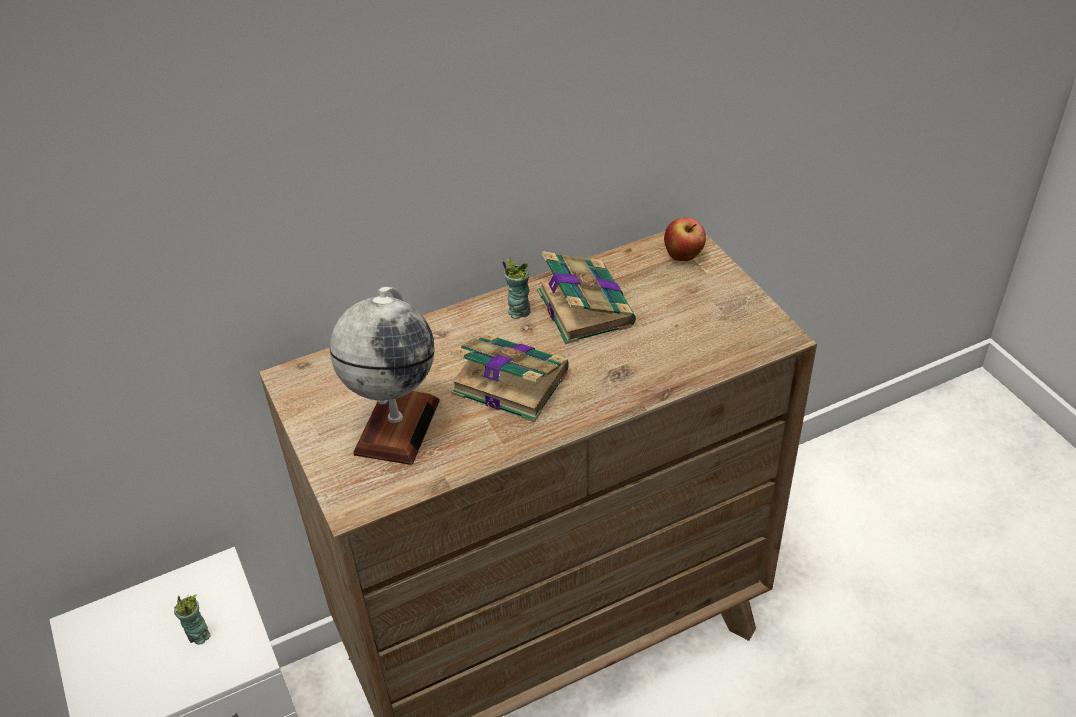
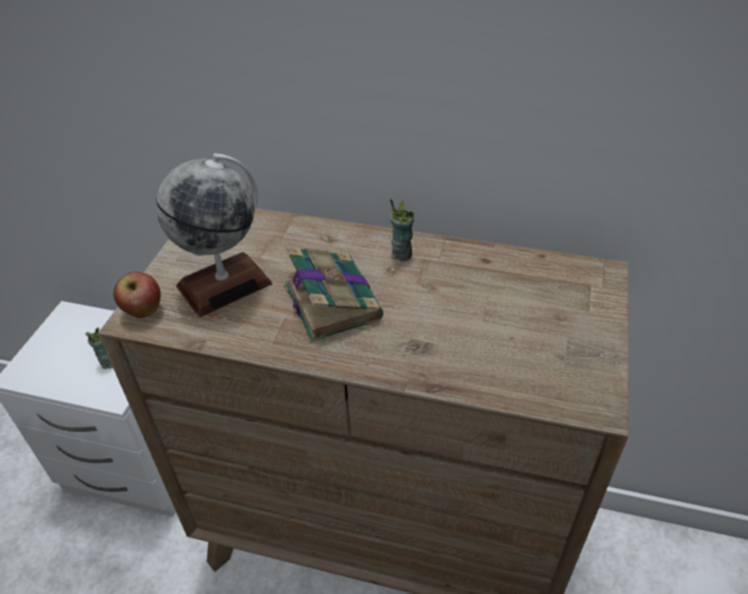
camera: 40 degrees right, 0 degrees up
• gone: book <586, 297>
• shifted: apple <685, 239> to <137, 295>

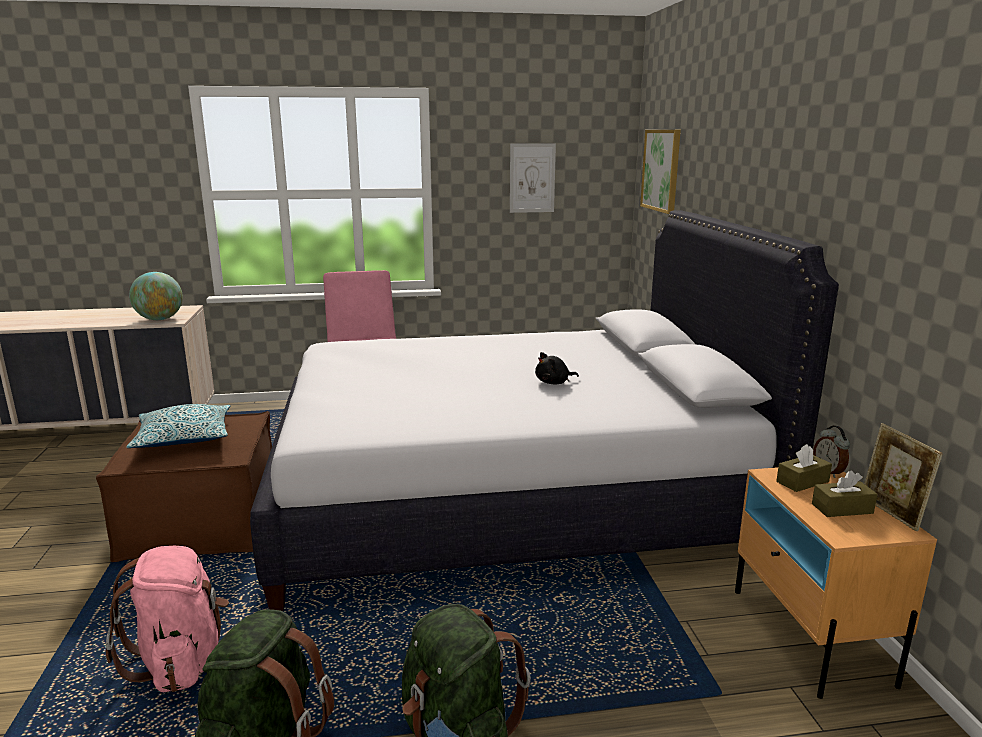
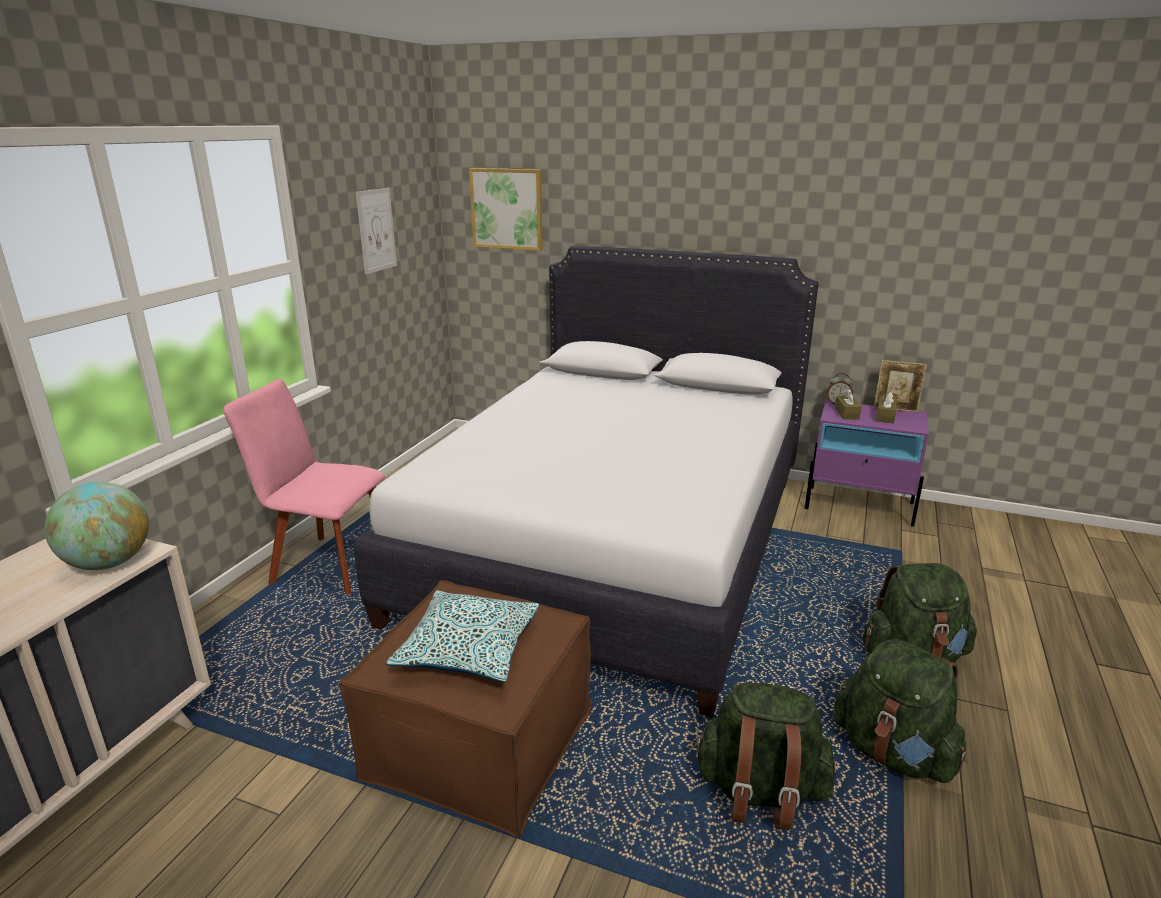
camera: 60 degrees left, 5 degrees up
• gone: black plush toy <557, 368>
• repainted: pink backpack <167, 619> to green backpack <765, 756>
• repainted: beige nightstand <836, 583> to purple nightstand <867, 463>

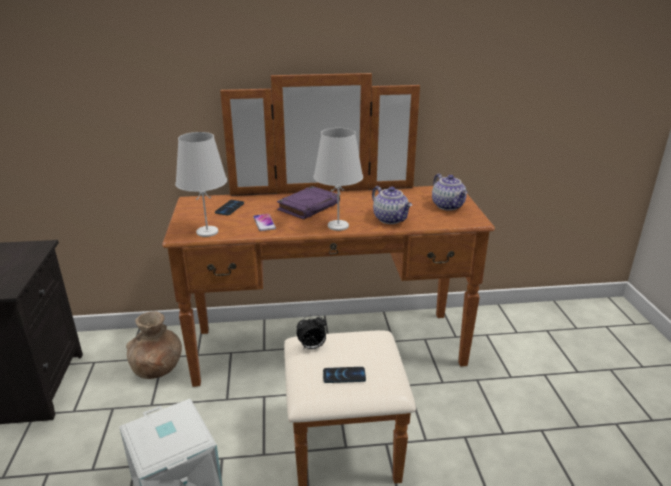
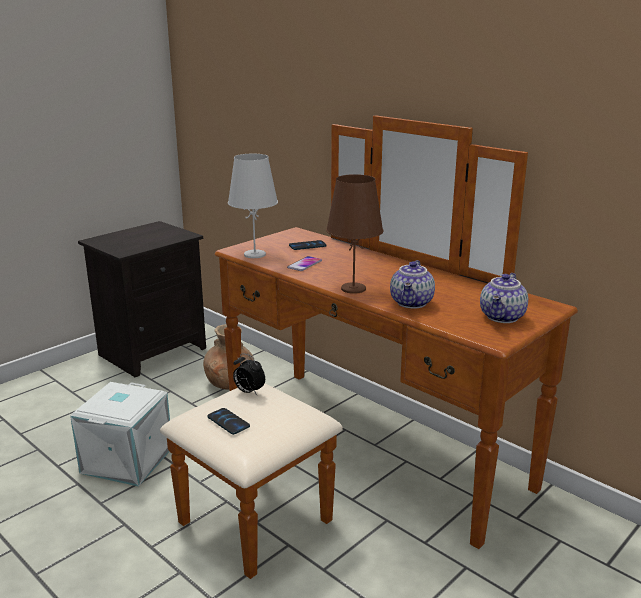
camera: 50 degrees right, 5 degrees down
• gone: purple book <308, 202>
• repainted: white table lamp <338, 179> to brown table lamp <354, 234>

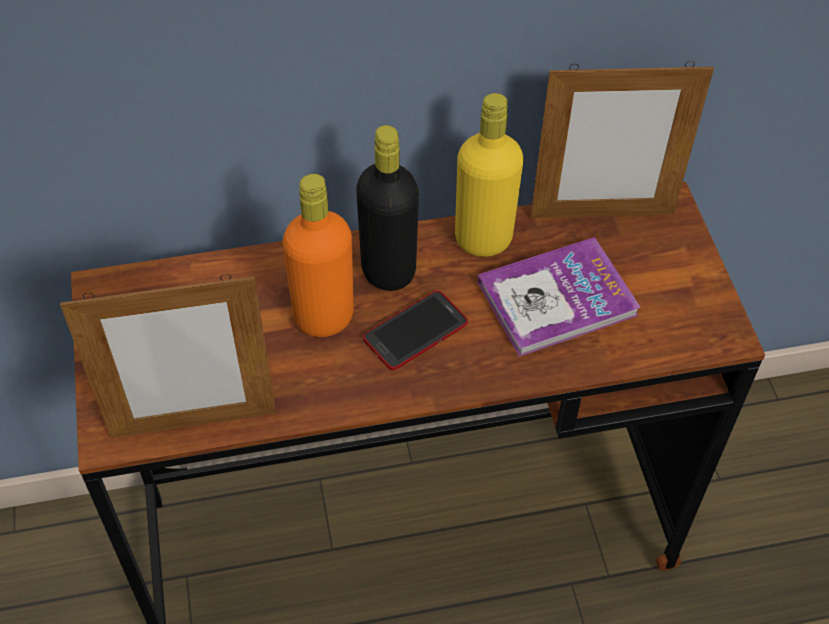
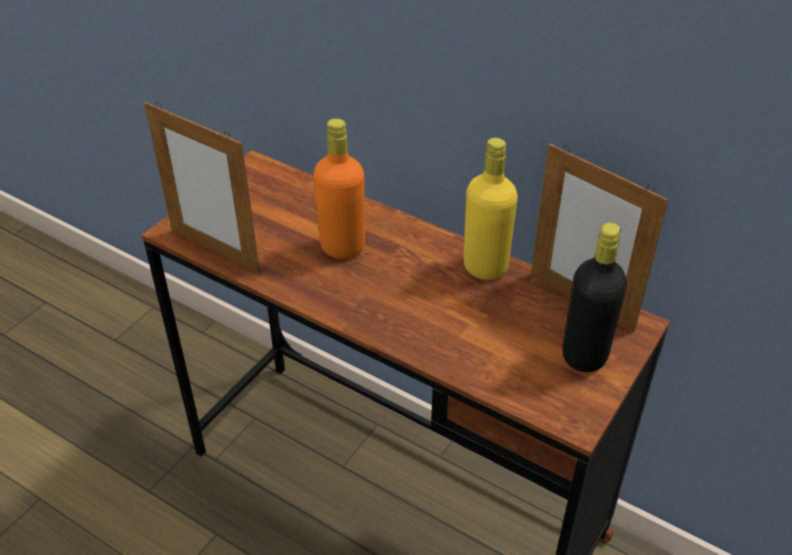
camera: 45 degrees right, 10 degrees down
• gone: phone <415, 330>
• gone: book <559, 297>
• shifted: black bottle <387, 208> to <594, 297>

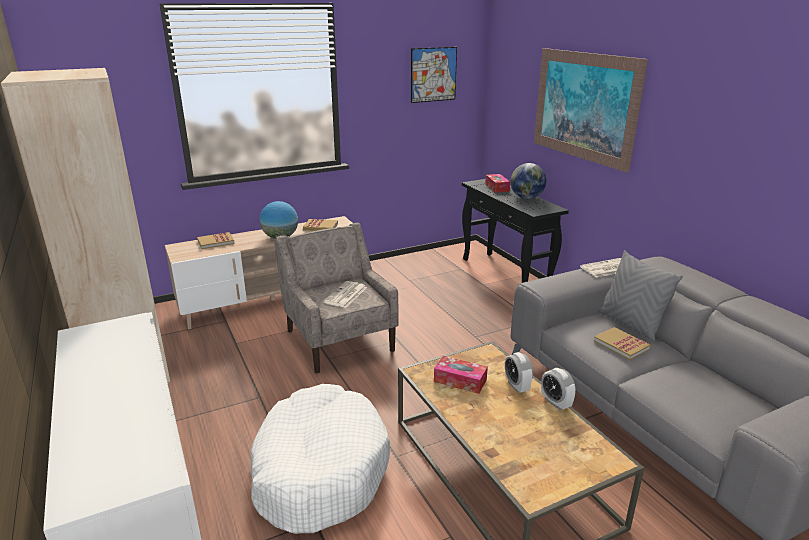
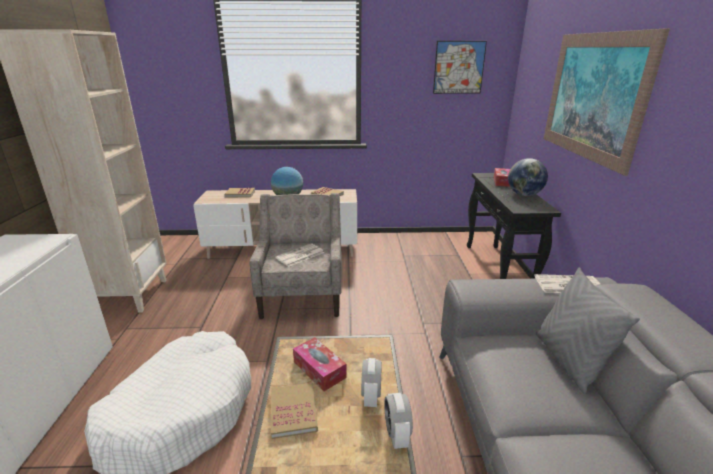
camera: 25 degrees right, 0 degrees up
• shifted: book <622, 343> to <294, 410>

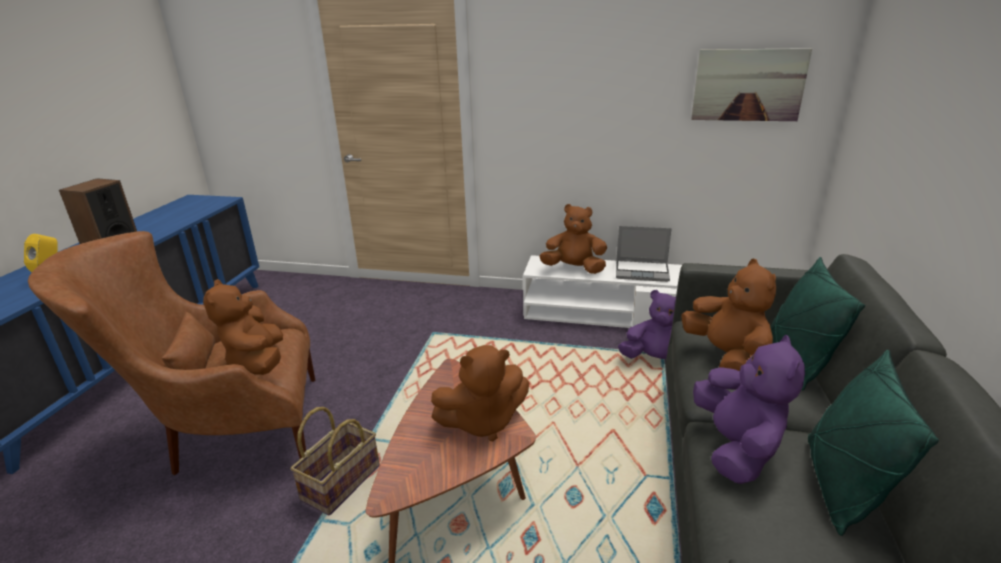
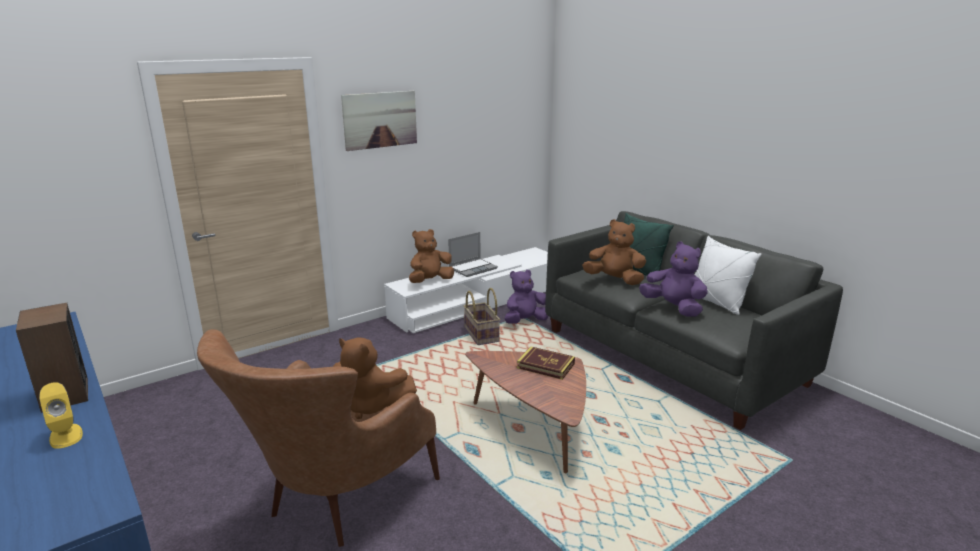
camera: 50 degrees left, 5 degrees down
• shifted: basket <335, 461> to <482, 316>
• shifted: picture <751, 84> to <379, 121>
• swapped: brown plush toy <480, 393> to book <546, 363>
• repainted: green pillow <873, 443> to white pillow <728, 275>

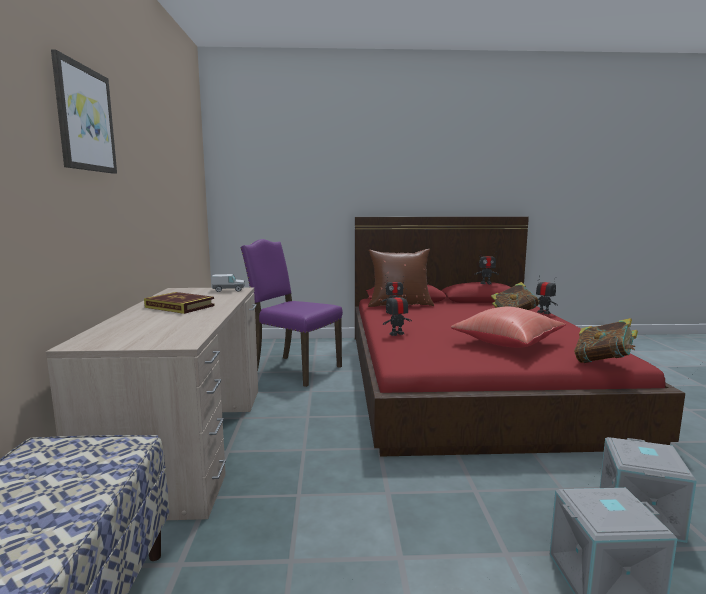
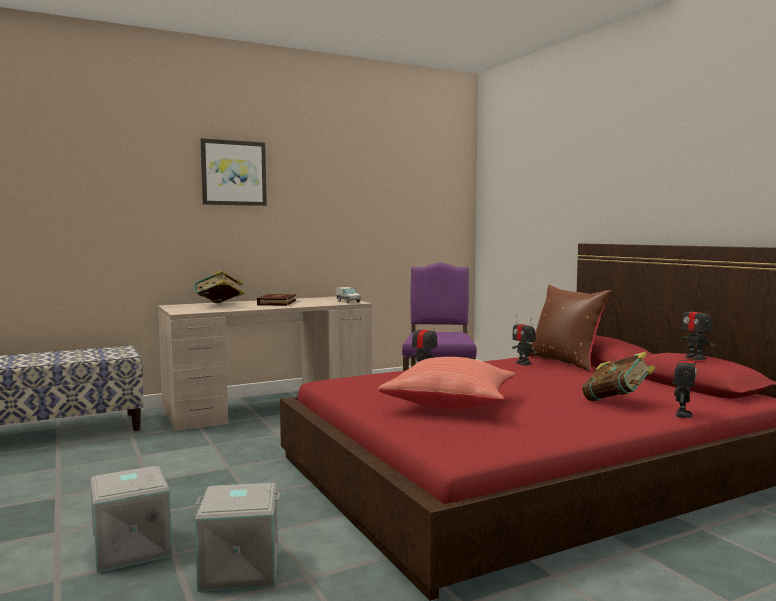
camera: 65 degrees right, 5 degrees down
• shifted: book <606, 340> to <219, 286>

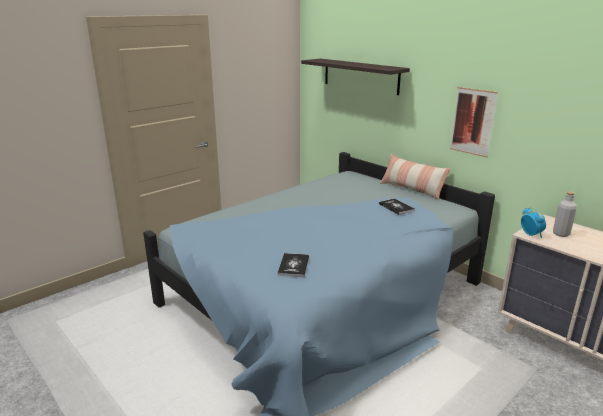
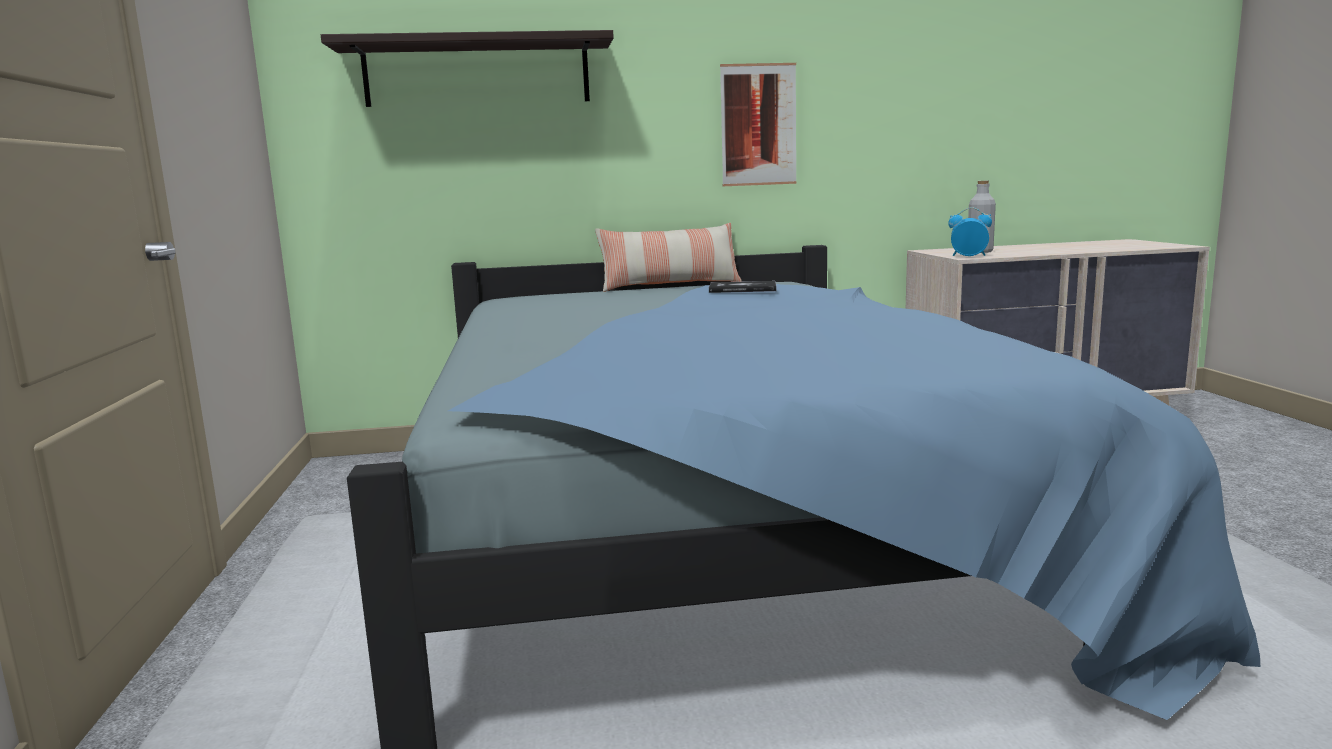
camera: 55 degrees left, 10 degrees down
• gone: book <293, 265>

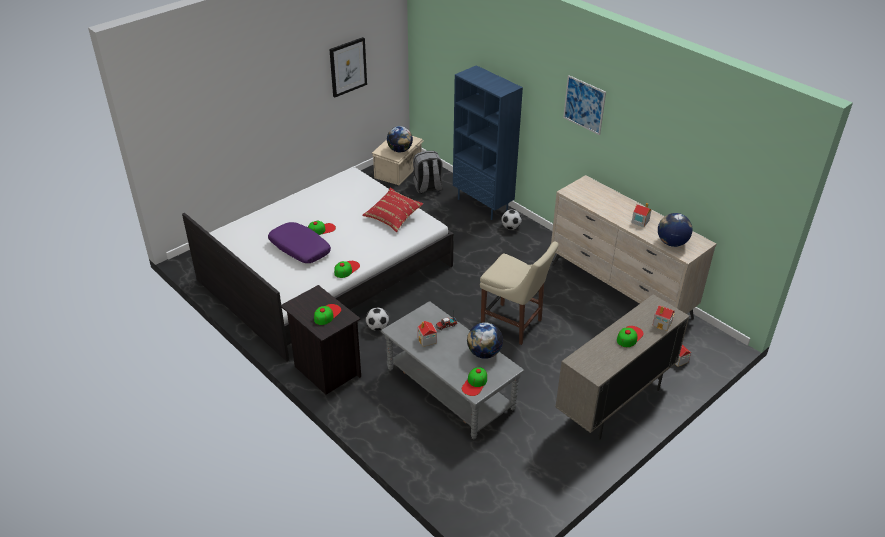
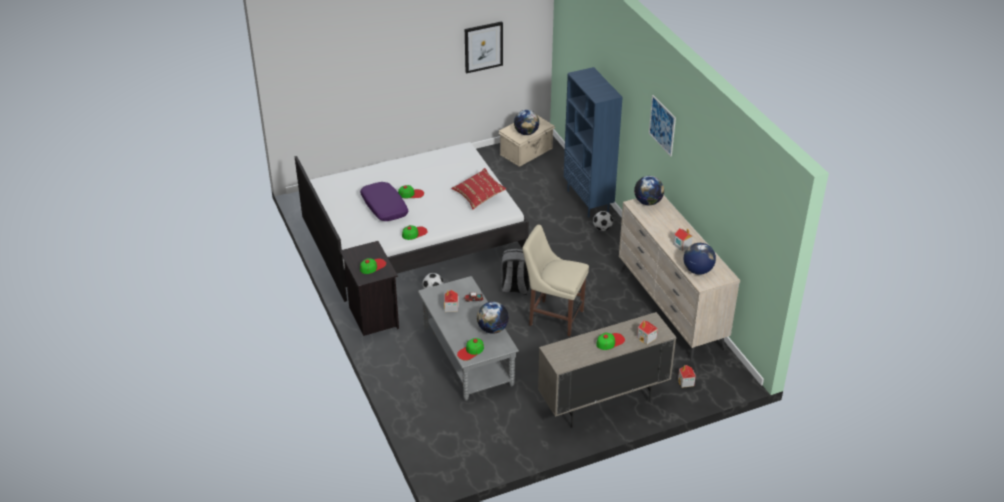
camera: 20 degrees right, 0 degrees up
• new: globe <649, 190>
• shifted: grey backpack <428, 172> to <515, 272>
• rotated: beige chair <519, 293> = <555, 280> 150 degrees clockwise

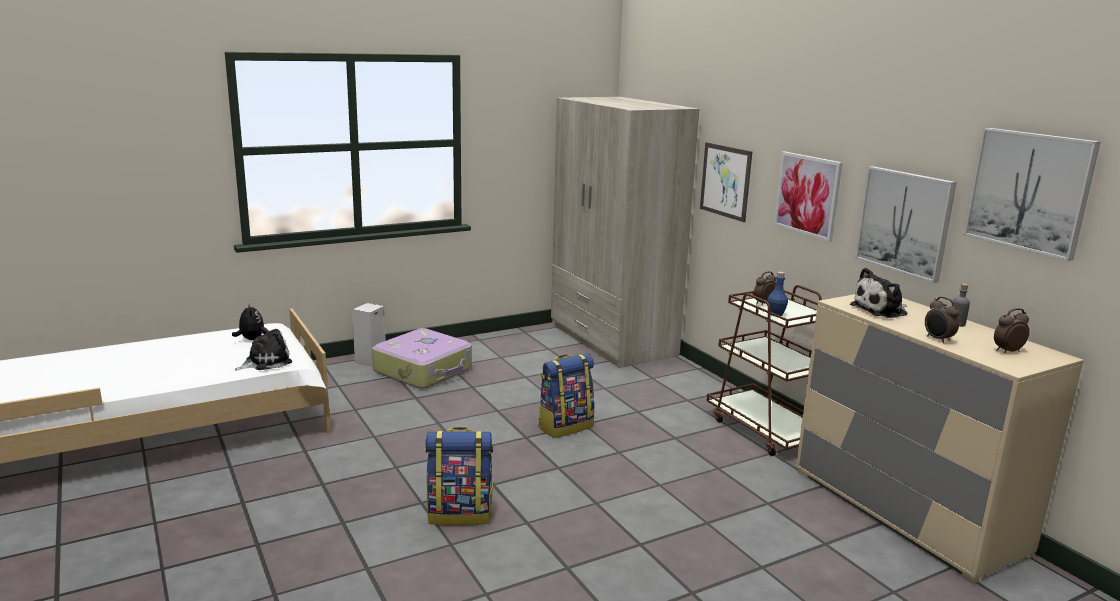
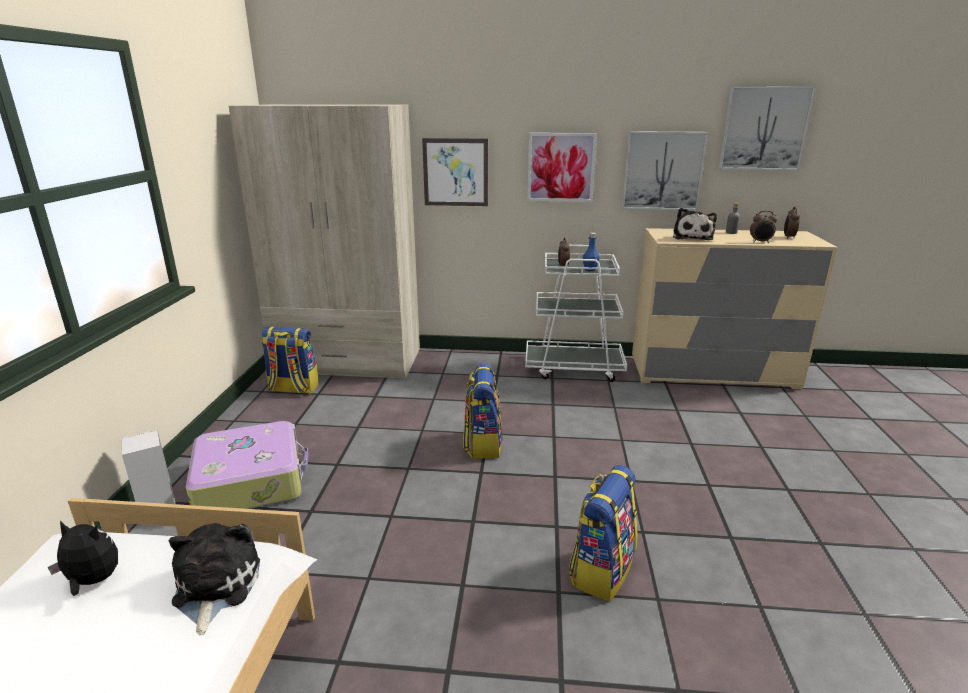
camera: 55 degrees left, 5 degrees up
• new: backpack <290, 360>
• repainted: brown cart <764, 370> to white cart <576, 313>

